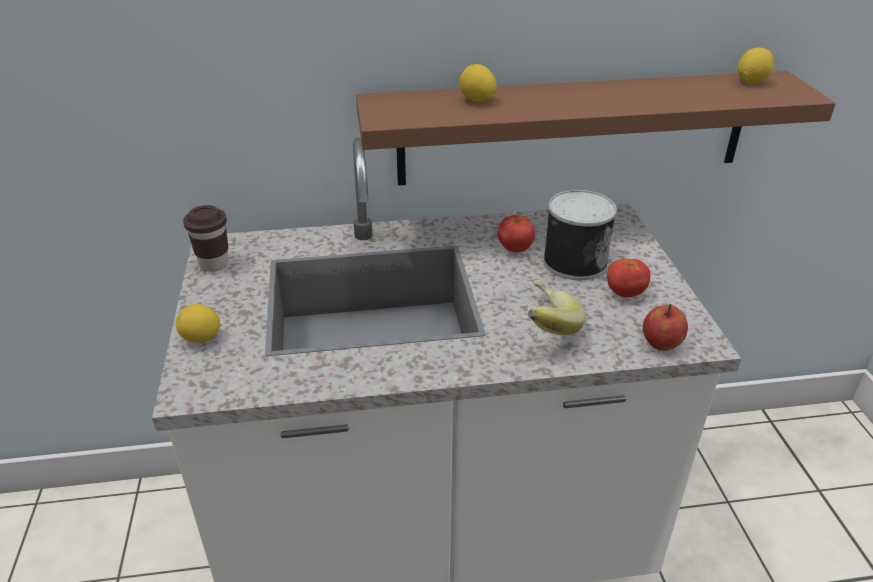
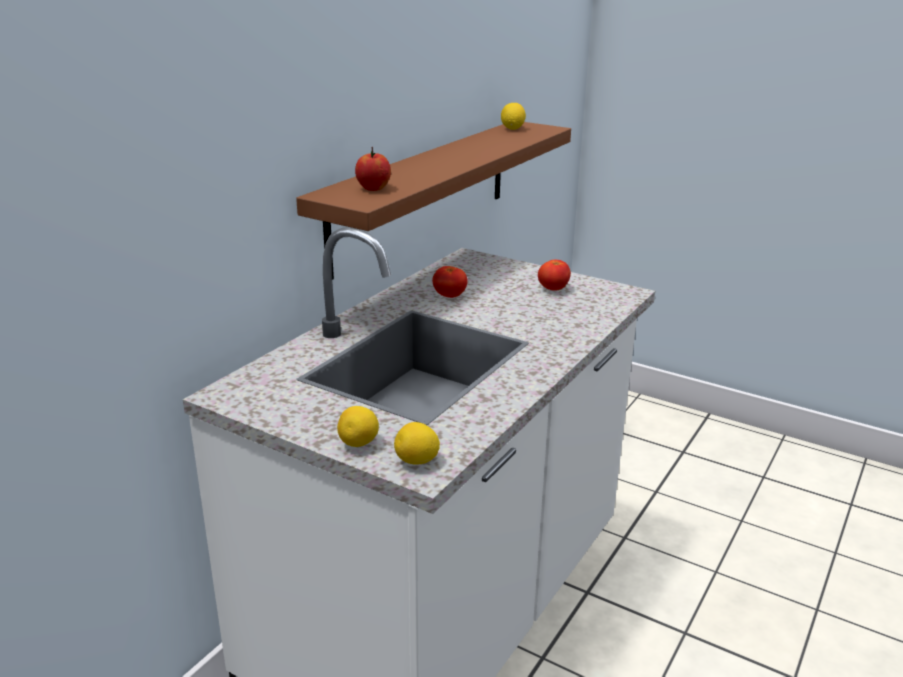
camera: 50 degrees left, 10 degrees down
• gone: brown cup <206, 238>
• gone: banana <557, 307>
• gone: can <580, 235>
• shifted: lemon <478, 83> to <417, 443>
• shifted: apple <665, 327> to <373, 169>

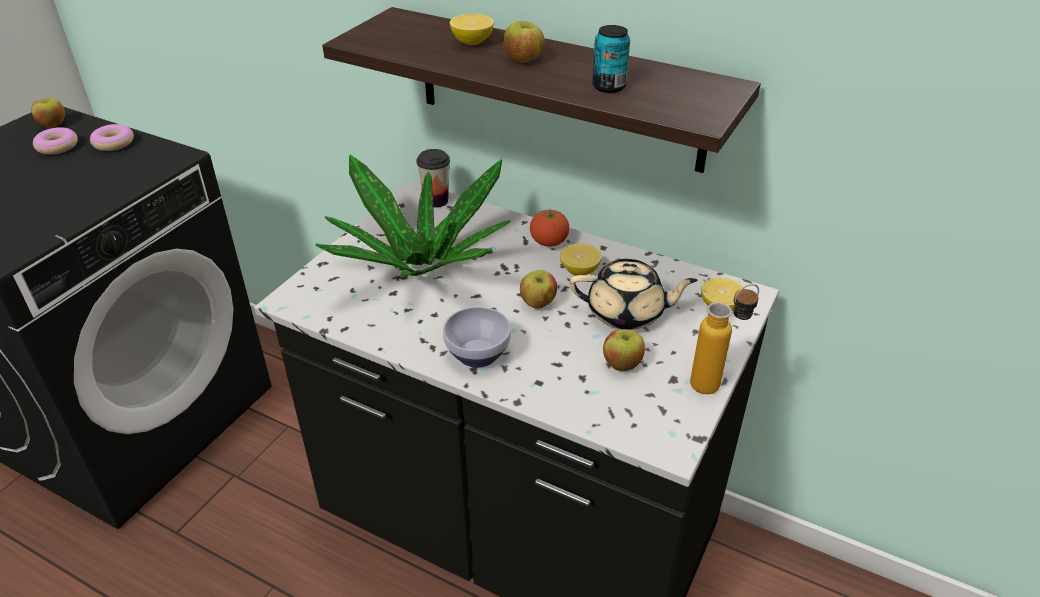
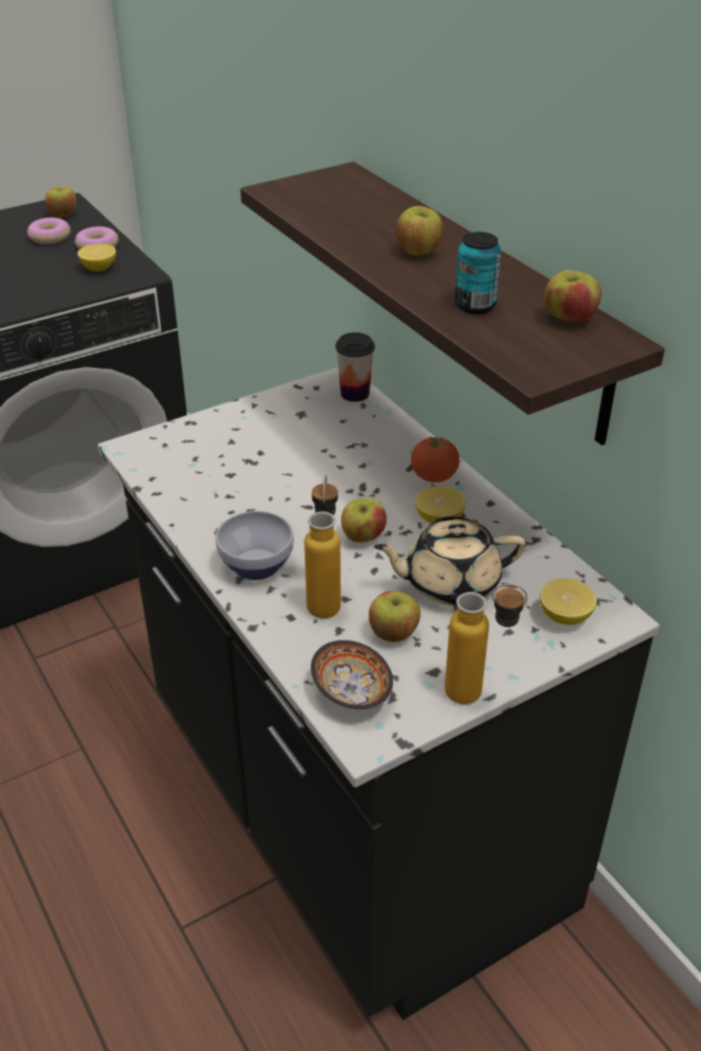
camera: 30 degrees right, 0 degrees up
• gone: potted plant <413, 215>
• new: bottle <322, 546>
• new: bowl <352, 674>
• new: apple <572, 296>
• shifted: lemon <472, 29> to <97, 258>
• rotated: beige teapot <634, 294> = <450, 561> 135 degrees clockwise

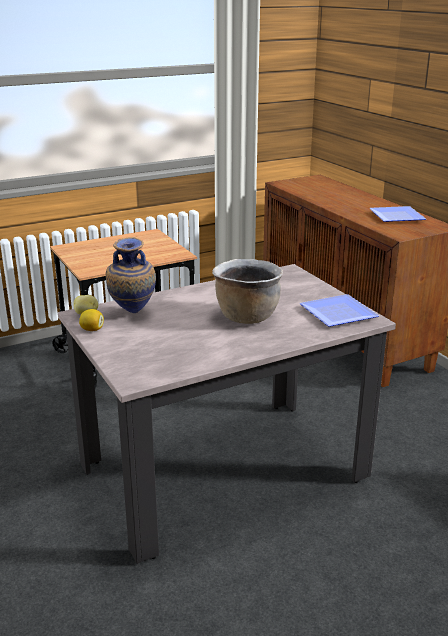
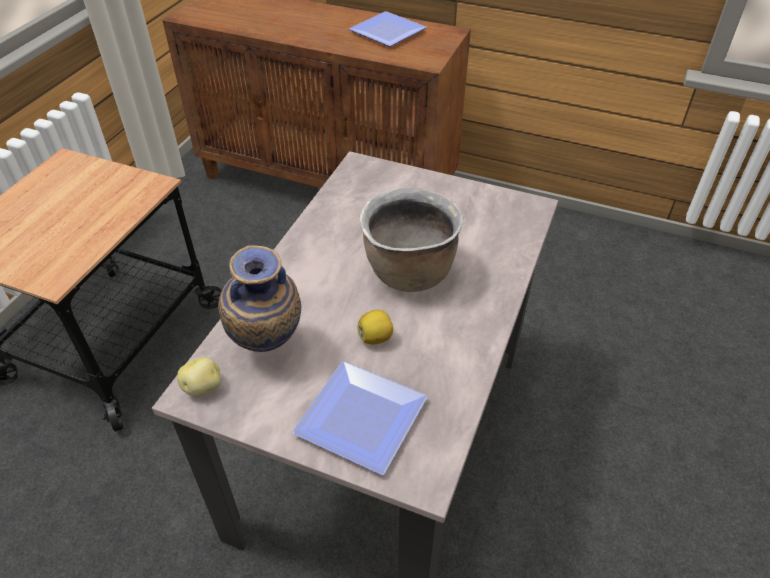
camera: 40 degrees left, 20 degrees up
• shifted: lemon <91, 320> to <375, 327>
• shifted: plate <339, 310> to <360, 418>

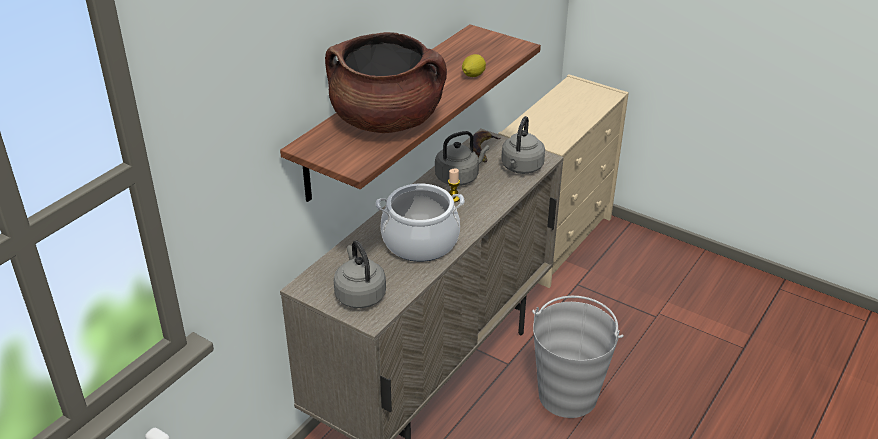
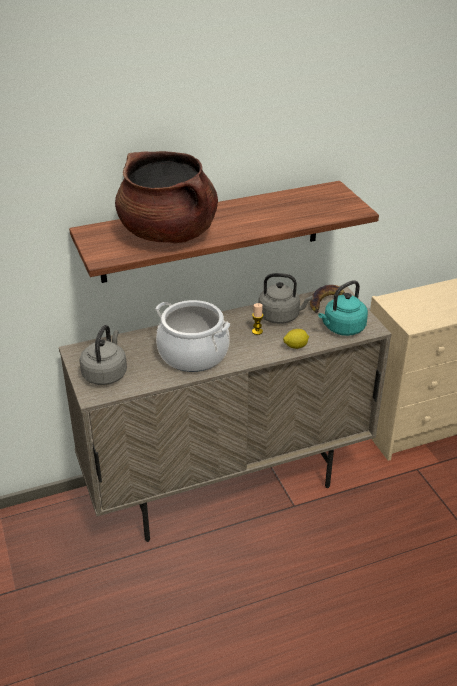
camera: 35 degrees right, 0 degrees up
• gone: grey bucket <578, 357>
• shifted: lemon <474, 65> to <296, 339>
• repainted: grey kettle <523, 145> to turquoise kettle <343, 308>

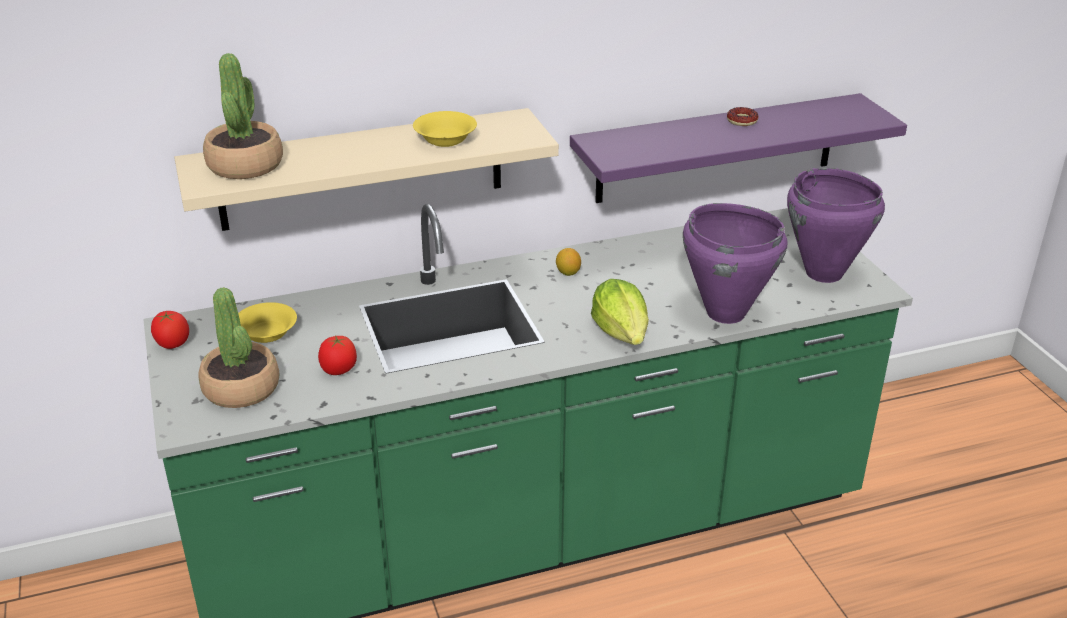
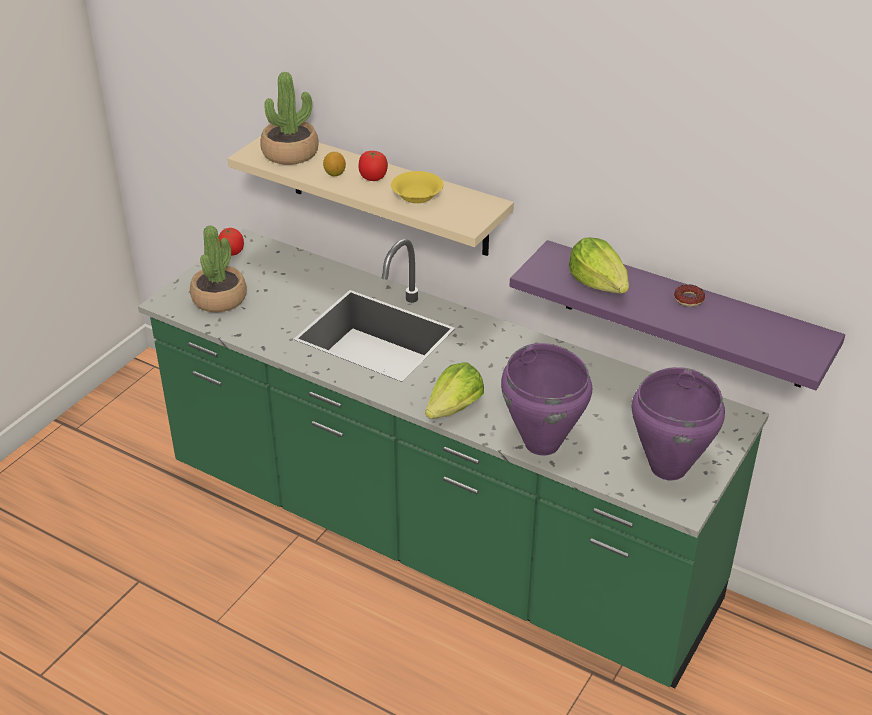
camera: 50 degrees right, 5 degrees up
• gone: yellow bowl <267, 322>
• new: lettuce <599, 265>
• shifted: tomato <337, 355> to <373, 166>
• shifted: lemon <568, 262> to <334, 164>

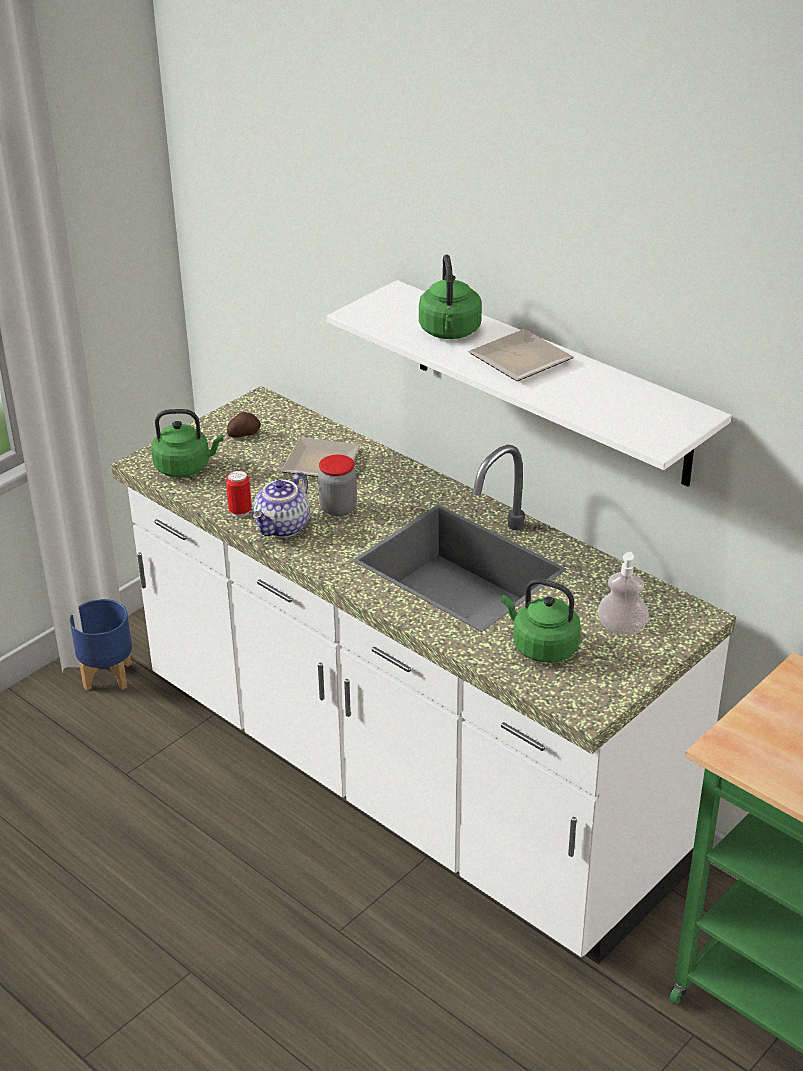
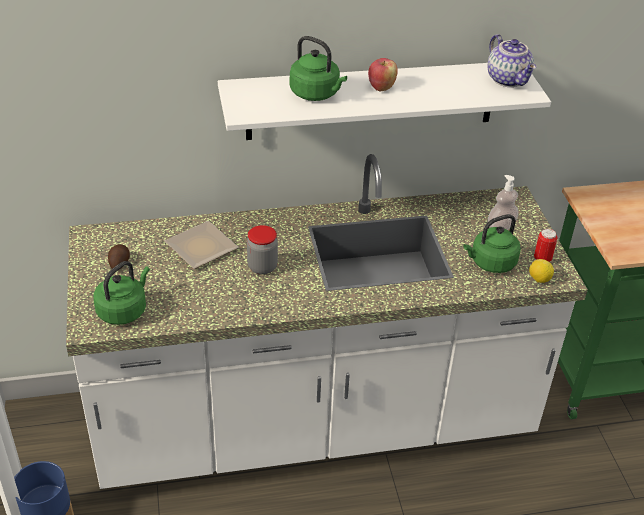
camera: 55 degrees left, 5 degrees up
• new: lemon <541, 271>
• shifted: can <239, 493> to <546, 245>
• shifted: teapot <281, 505> to <512, 60>
• swapped: plate <521, 355> to apple <383, 74>

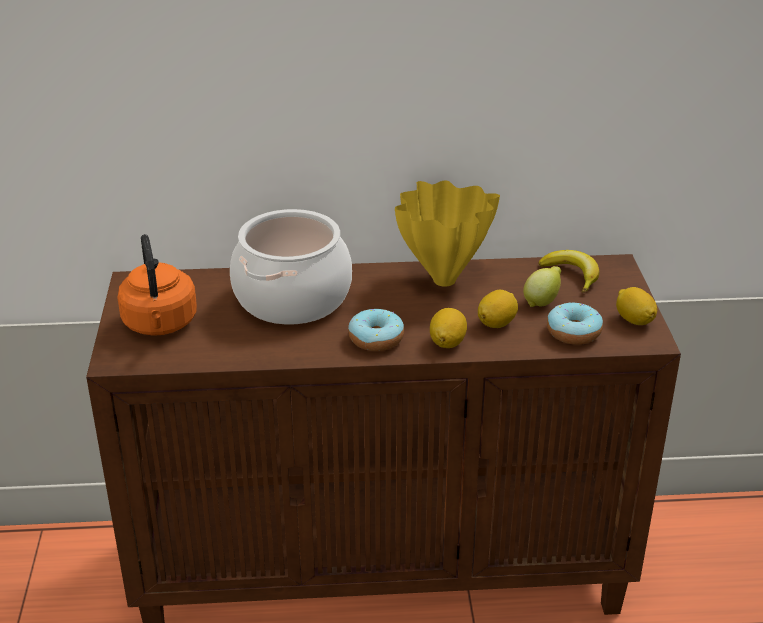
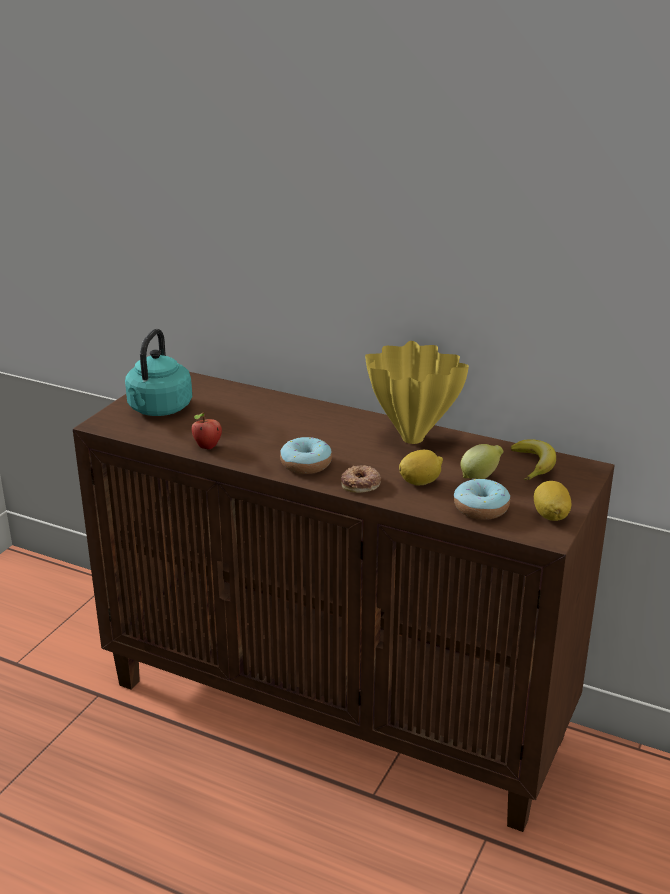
camera: 30 degrees right, 5 degrees down
• gone: cooking pot <291, 267>
• new: apple <207, 431>
• swapped: lemon <448, 328> to donut <361, 479>
• repainted: orange kettle <157, 285> to turquoise kettle <158, 372>

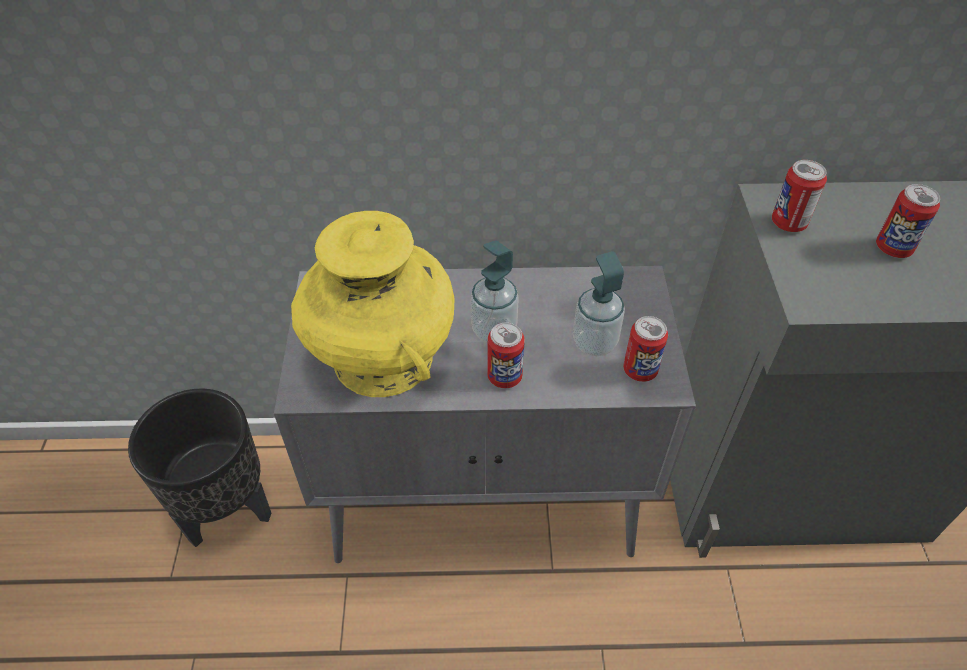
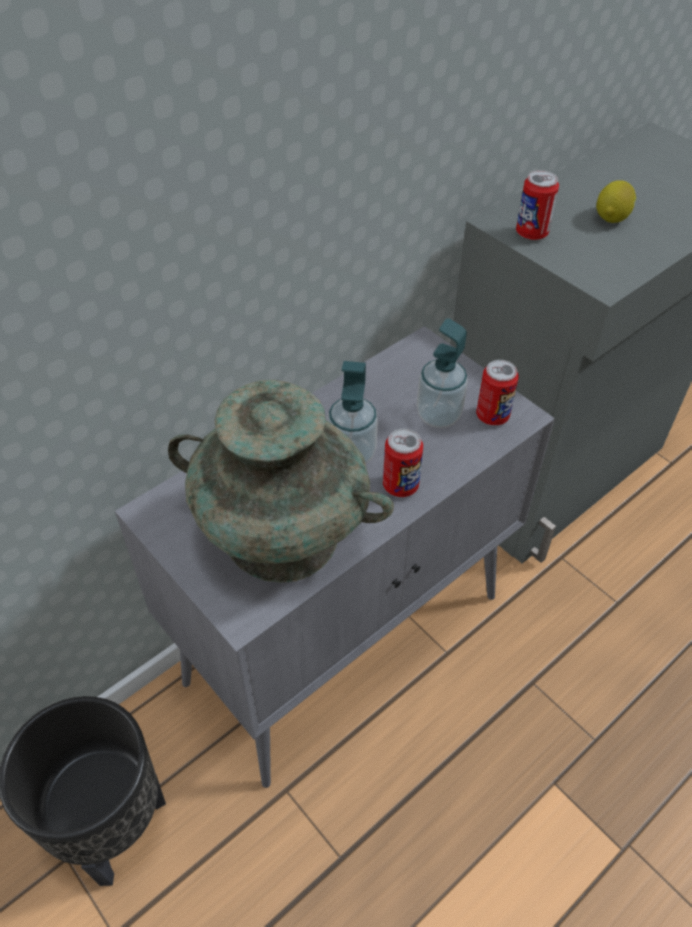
camera: 40 degrees left, 0 degrees up
• swapped: can <908, 221> to lemon <616, 201>
• repainted: yellow vase <373, 304> to turquoise vase <281, 481>

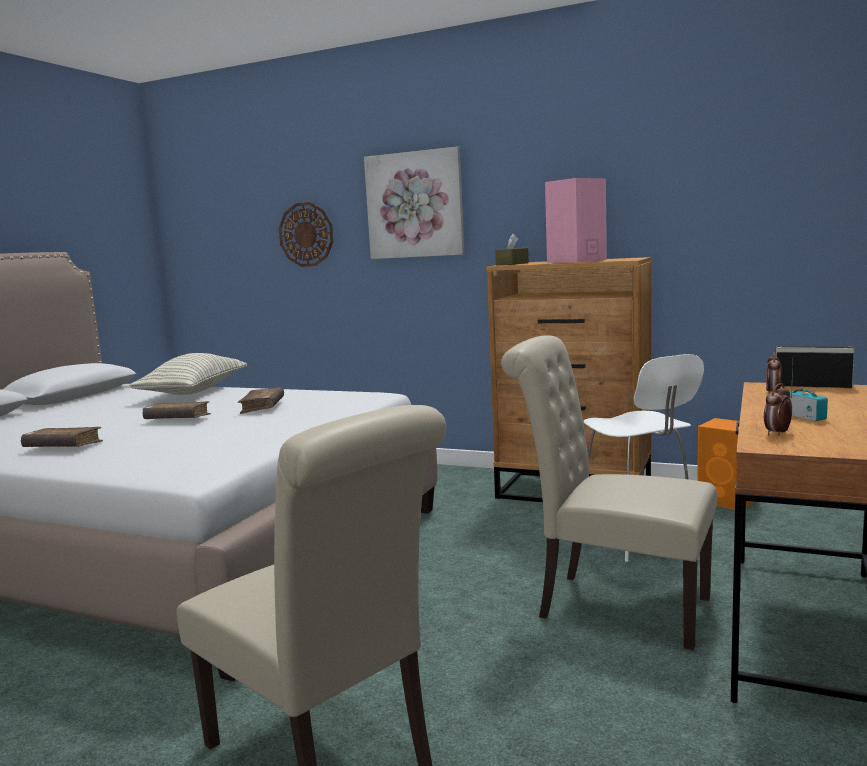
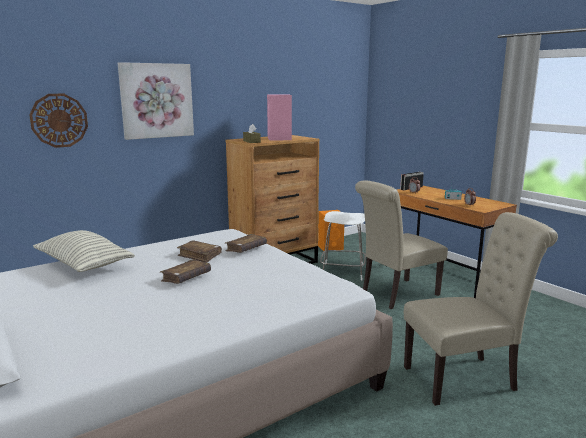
camera: 60 degrees left, 5 degrees up
• shifted: brown book <62, 437> to <246, 243>

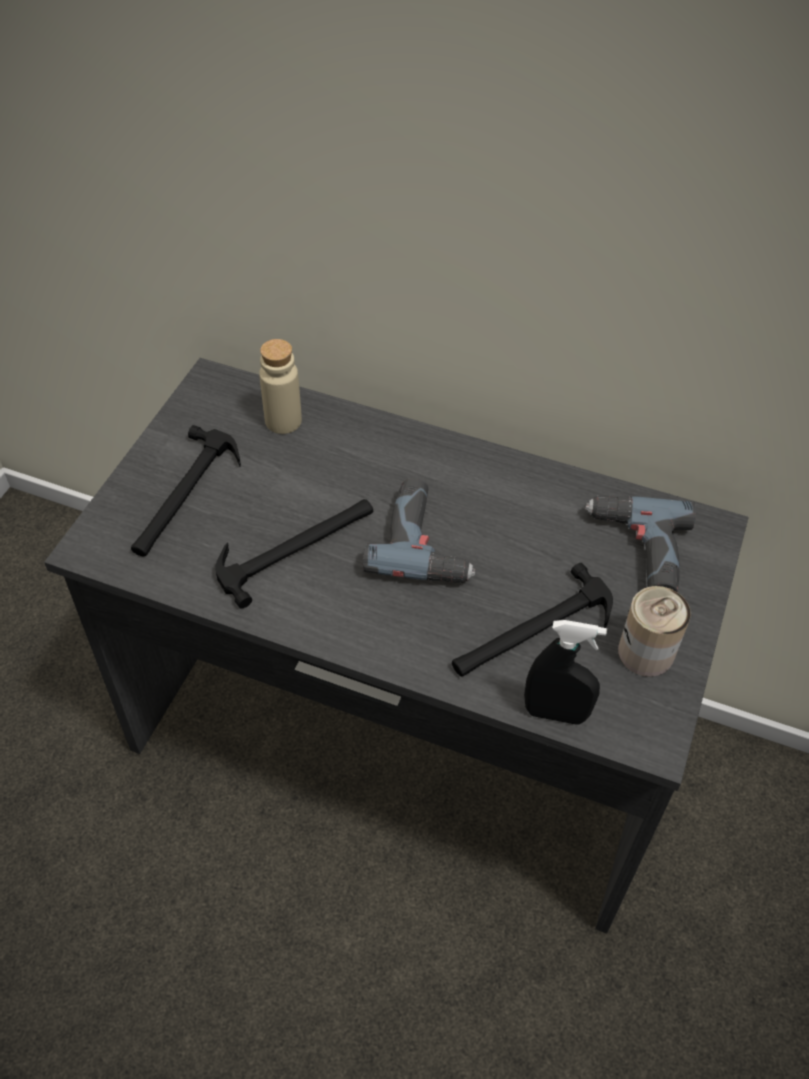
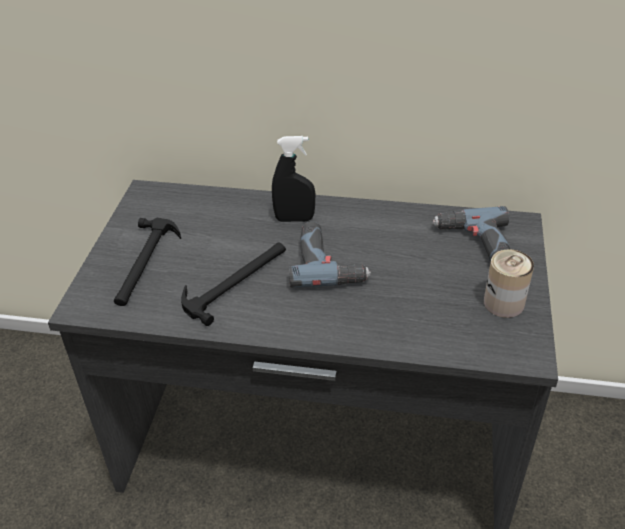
camera: 10 degrees left, 10 degrees down
• gone: beige bottle <280, 386>
• gone: hammer <532, 619>
• shifted: black spray bottle <565, 672> to <293, 179>

